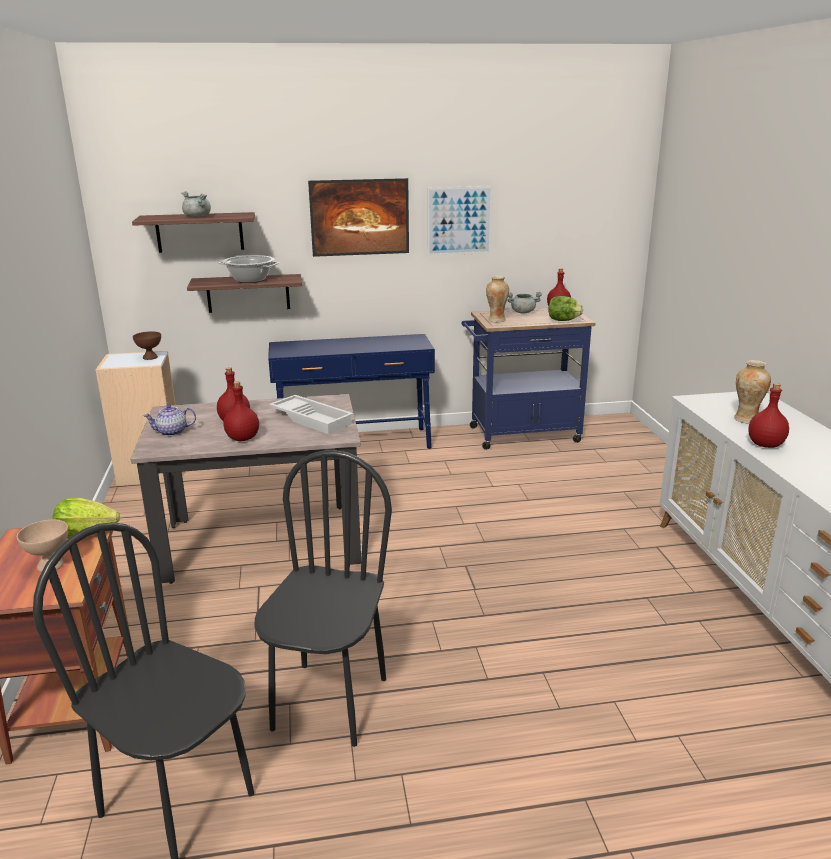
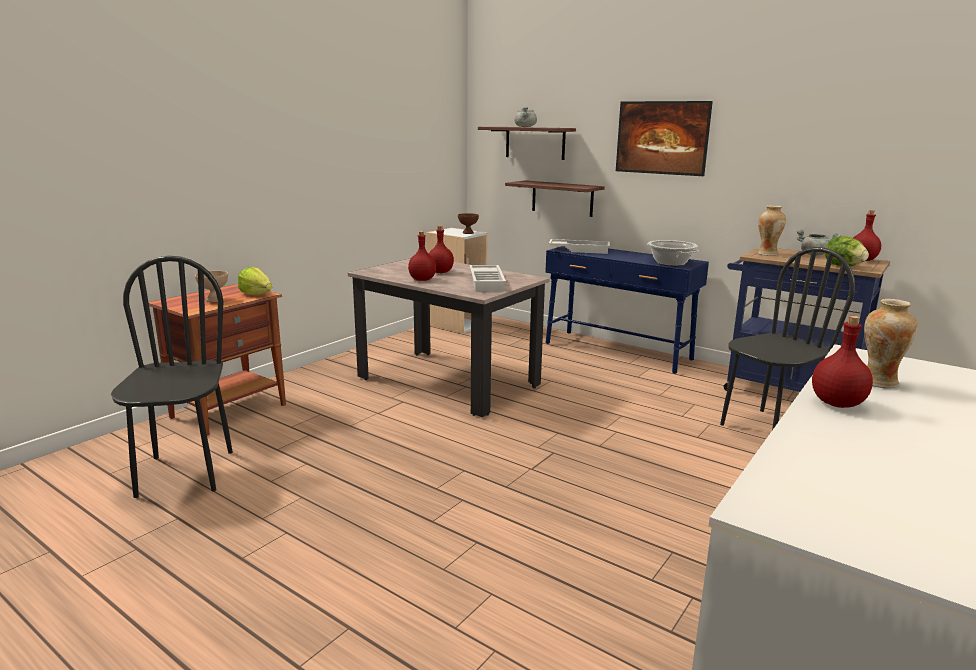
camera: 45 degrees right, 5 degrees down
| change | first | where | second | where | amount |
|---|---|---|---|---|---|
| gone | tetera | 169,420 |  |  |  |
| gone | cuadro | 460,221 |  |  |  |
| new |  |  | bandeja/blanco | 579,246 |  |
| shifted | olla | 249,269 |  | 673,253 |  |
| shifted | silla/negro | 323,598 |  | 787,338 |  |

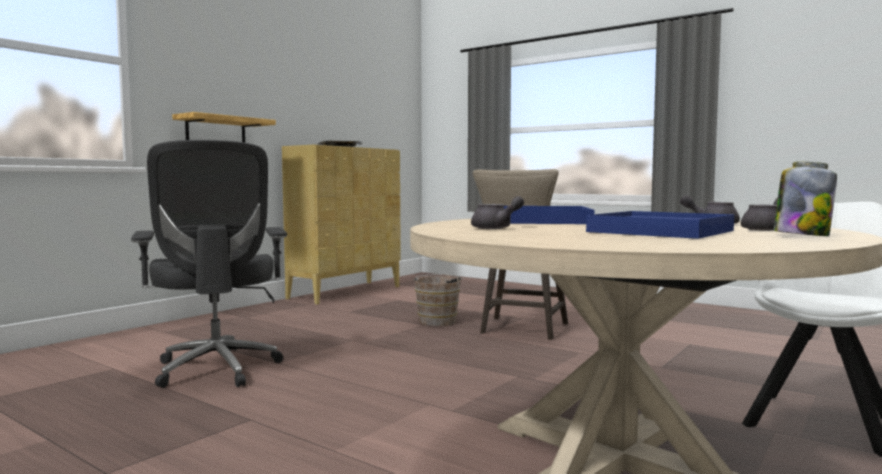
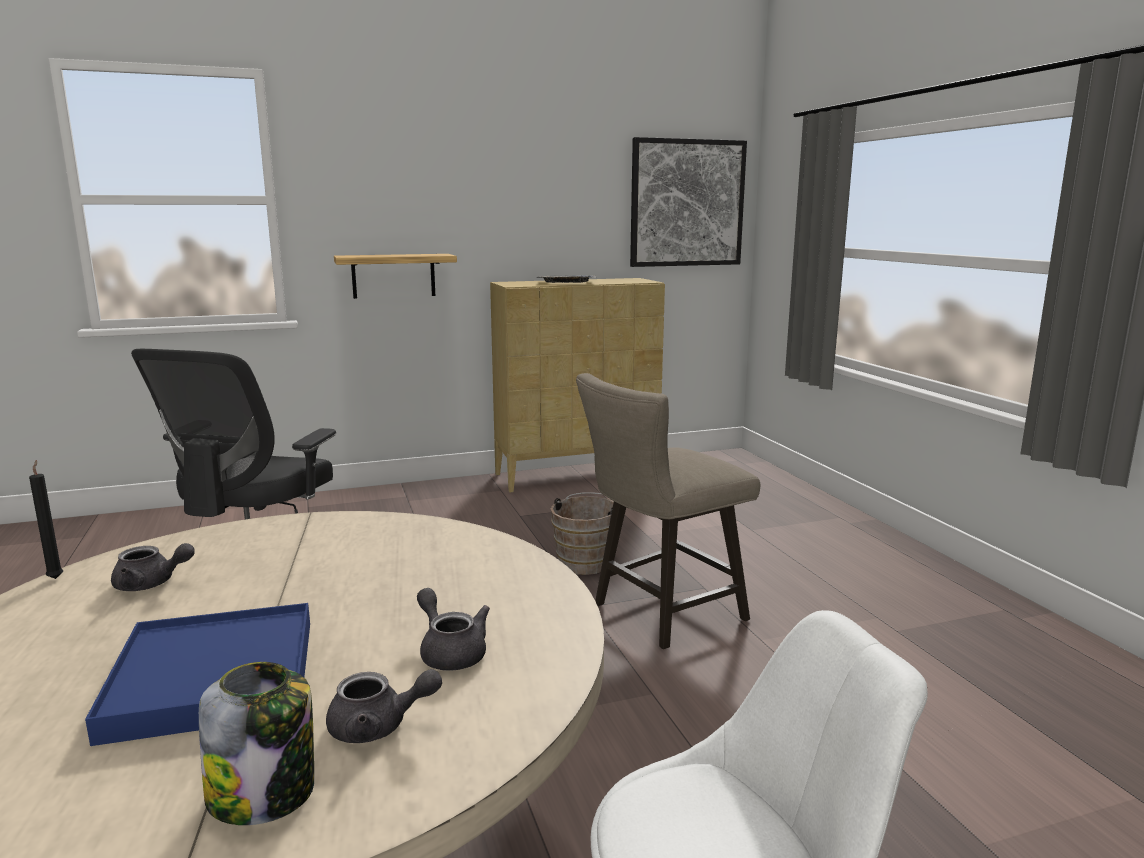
camera: 35 degrees right, 10 degrees up
| change | first | where | second | where | amount |
|---|---|---|---|---|---|
| gone | bandeja/azul | 549,215 |  |  |  |
| new |  |  | vela/negro | 46,519 |  |
| new |  |  | cuadro | 688,202 |  |

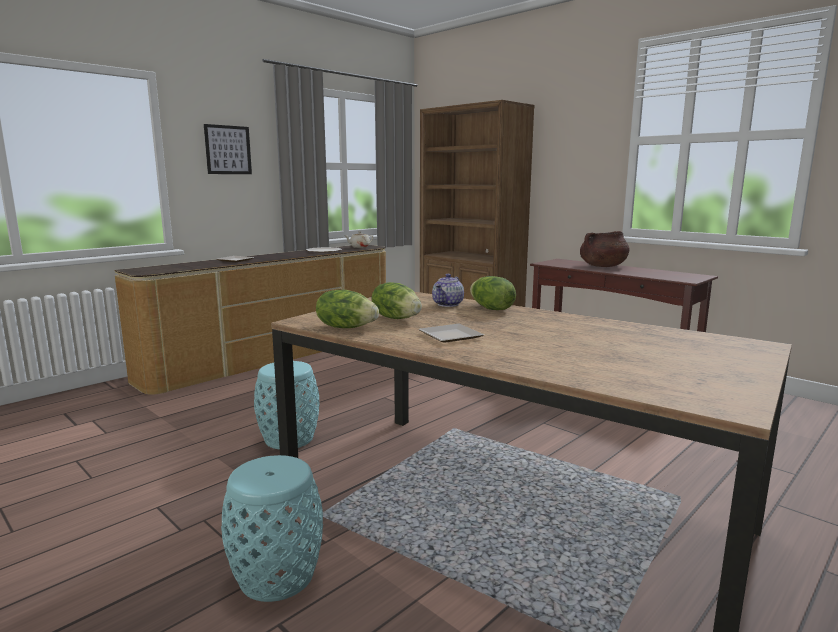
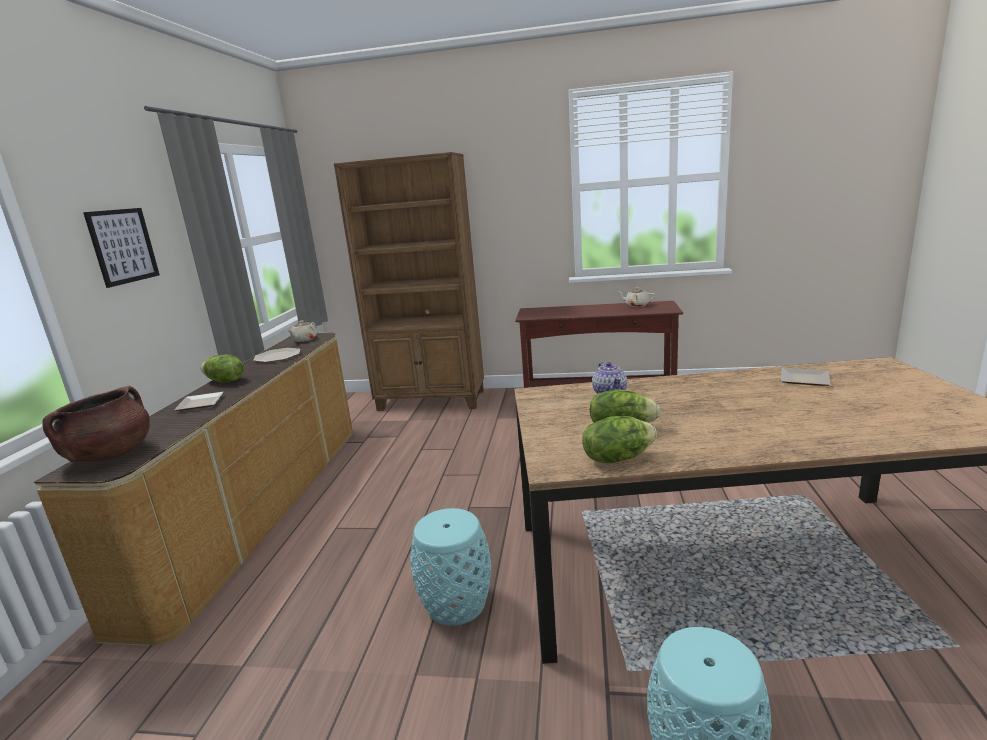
camera: 35 degrees left, 5 degrees up
| change | first | where | second | where | amount |
|---|---|---|---|---|---|
| new |  |  | tetera/beis | 636,297 |  |
| shifted | plato | 451,333 |  | 805,377 |  |
| shifted | lechuga | 493,293 |  | 222,369 |  |
| shifted | olla/marrón | 605,249 |  | 96,424 |  |

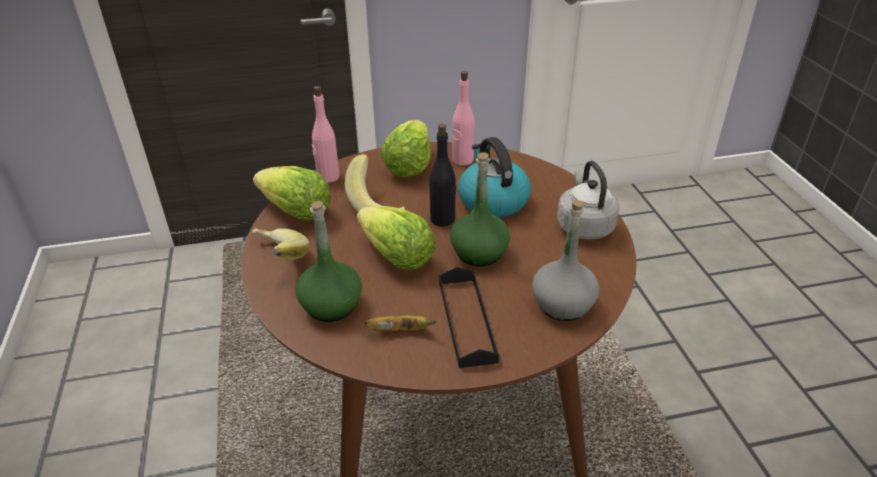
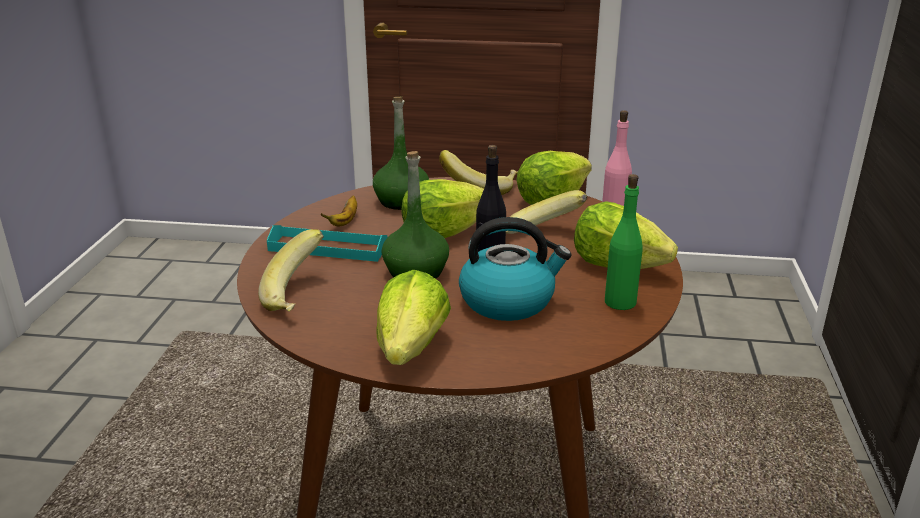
camera: 110 degrees right, 10 degrees down
| change | first | where | second | where | amount |
|---|---|---|---|---|---|
| swapped | botella/gris | 565,260 | plátano | 291,270 |  |
| swapped | hervidor/gris | 588,200 | lechuga | 413,317 |  |
| repainted | bandeja/negro | 469,317 | bandeja/turquesa | 327,243 |  |
| repainted | botella/rosa | 463,118 | botella/verde | 624,242 |  |

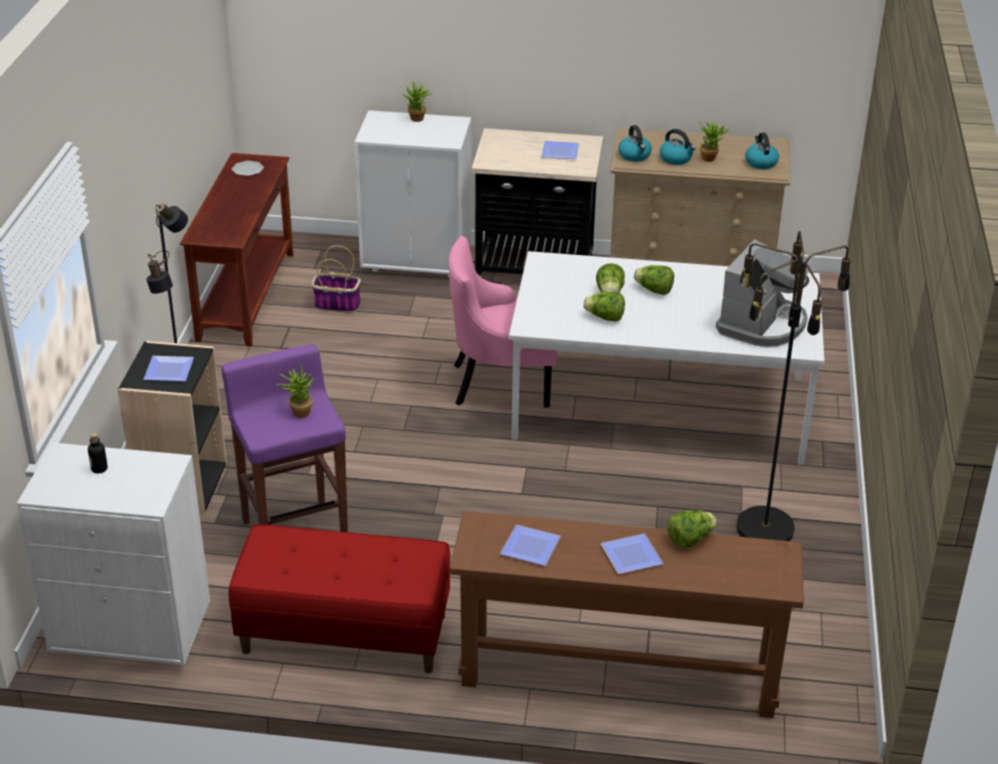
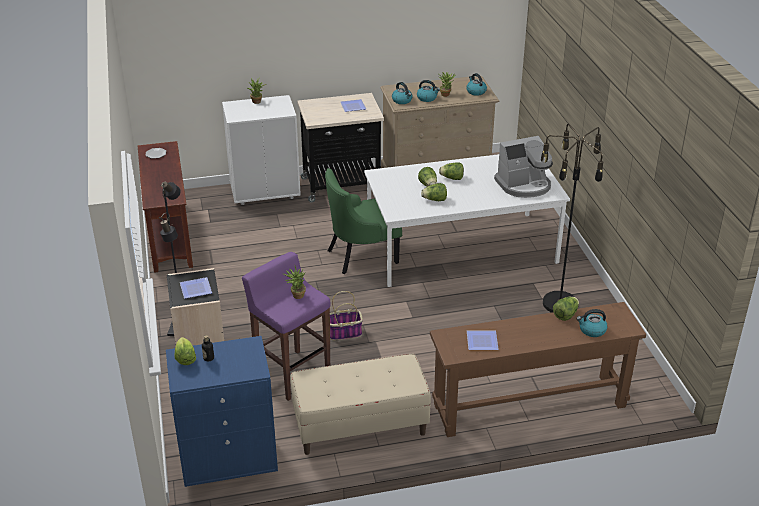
camera: 20 degrees left, 0 degrees up
| change | first | where | second | where | amount |
|---|---|---|---|---|---|
| gone | plato | 632,554 |  |  |  |
| new |  |  | lechuga | 185,351 |  |
| new |  |  | hervidor | 592,323 |  |
| shifted | cesta | 336,279 |  | 346,315 |  |
| repainted | armario/blanco | 113,554 | armario/azul | 222,411 |  |
| repainted | banco/rojo | 339,598 | banco/beis | 360,404 |  |
| repainted | silla/rosa | 503,322 | silla/verde | 363,221 |  |
| rotated | cafetera | 762,293 |  | 523,167 | 60 degrees clockwise |

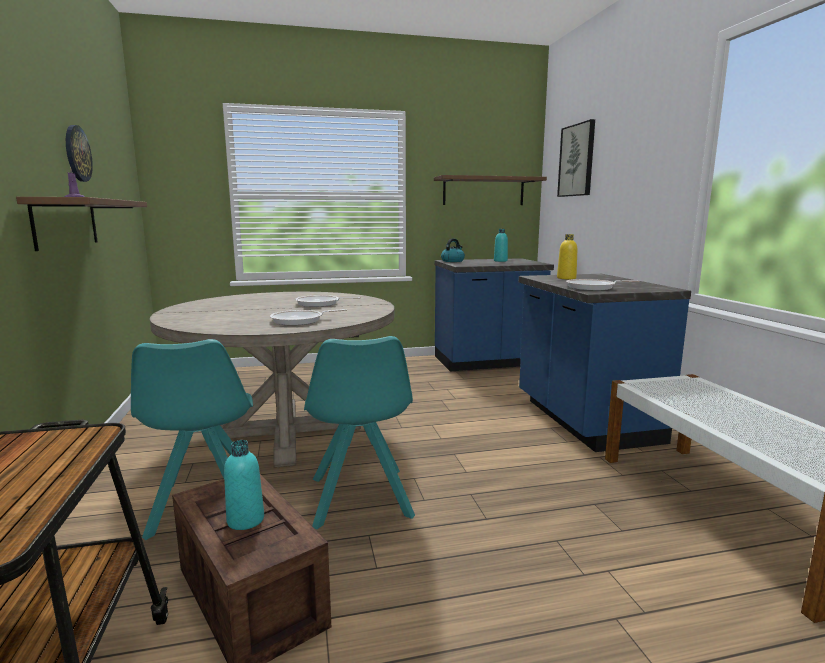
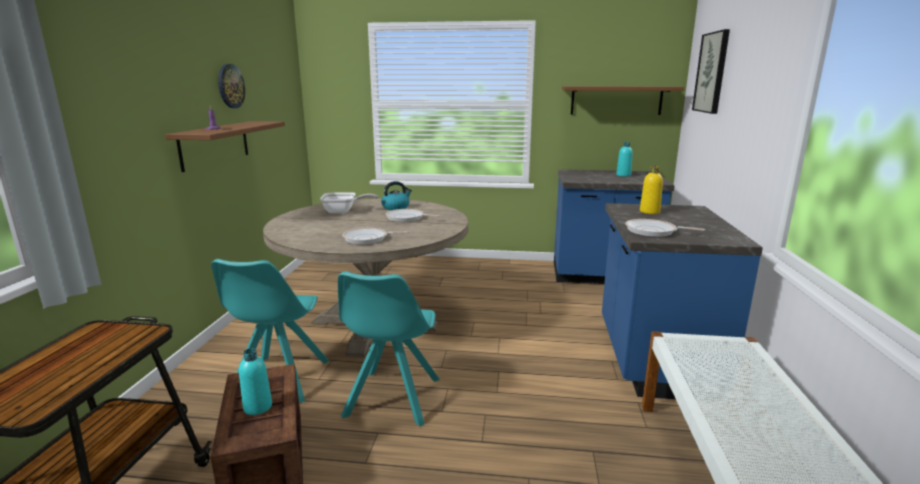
camera: 20 degrees right, 5 degrees up
| change | first | where | second | where | amount |
|---|---|---|---|---|---|
| new |  |  | sartén | 349,202 |  |
| shifted | hervidor | 453,250 |  | 396,195 |  |

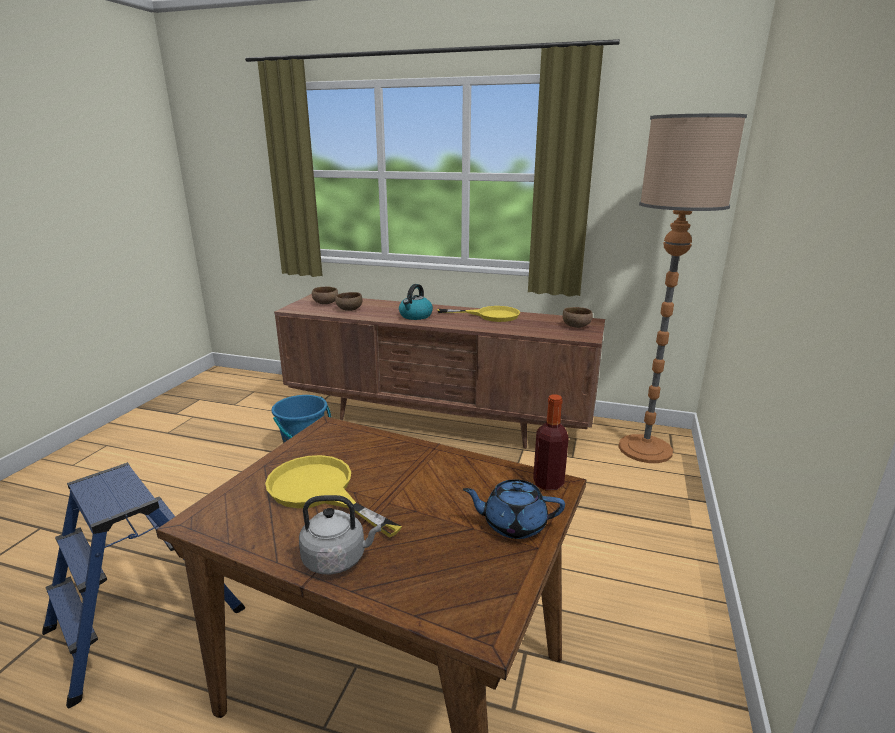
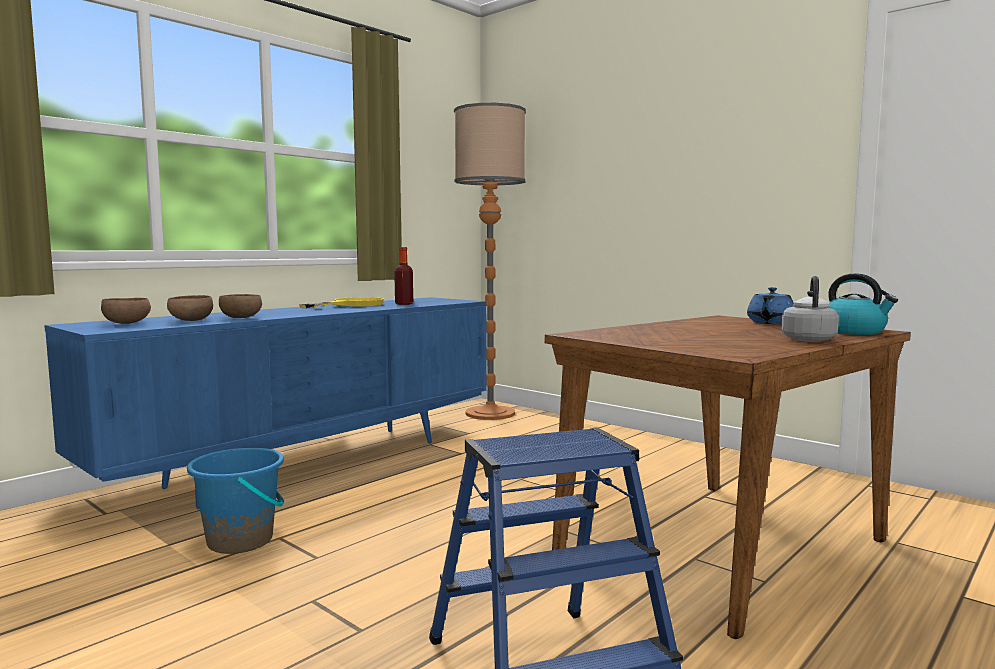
camera: 65 degrees left, 15 degrees down
| change | first | where | second | where | amount |
|---|---|---|---|---|---|
| gone | sartén/amarillo | 333,496 |  |  |  |
| shifted | hervidor | 416,302 |  | 863,304 |  |
| shifted | botella | 551,442 |  | 403,276 |  |
| shifted | cuenco/marrón | 578,317 |  | 240,306 |  |
| repainted | armario/marrón | 439,371 | armario/azul | 265,403 |  |

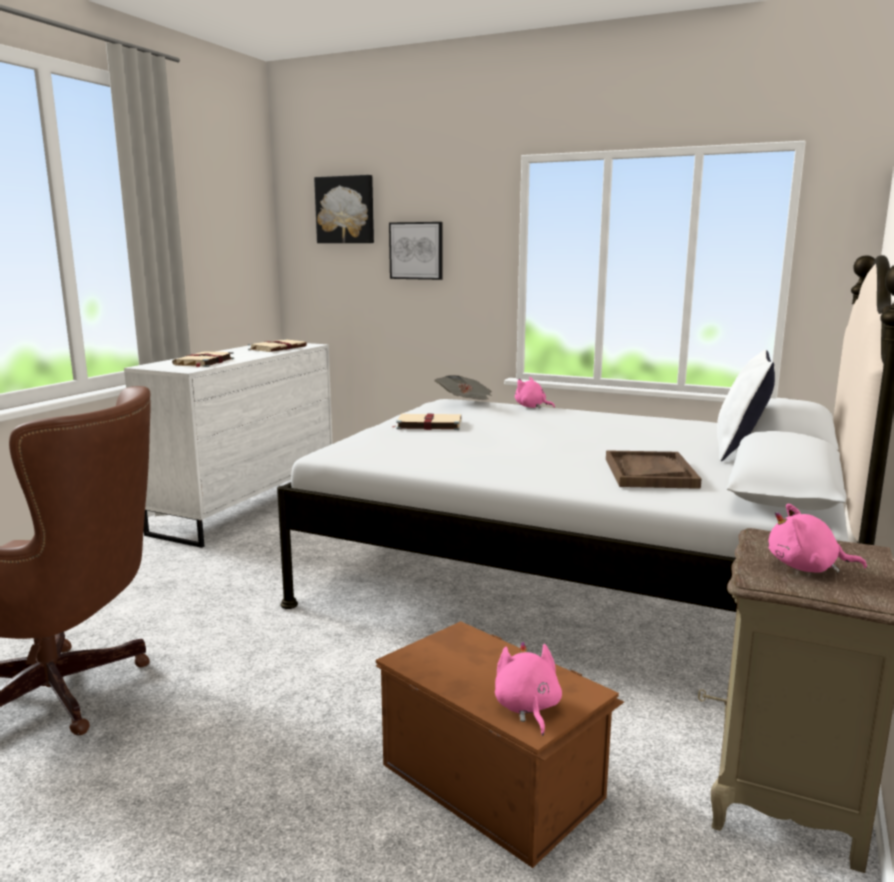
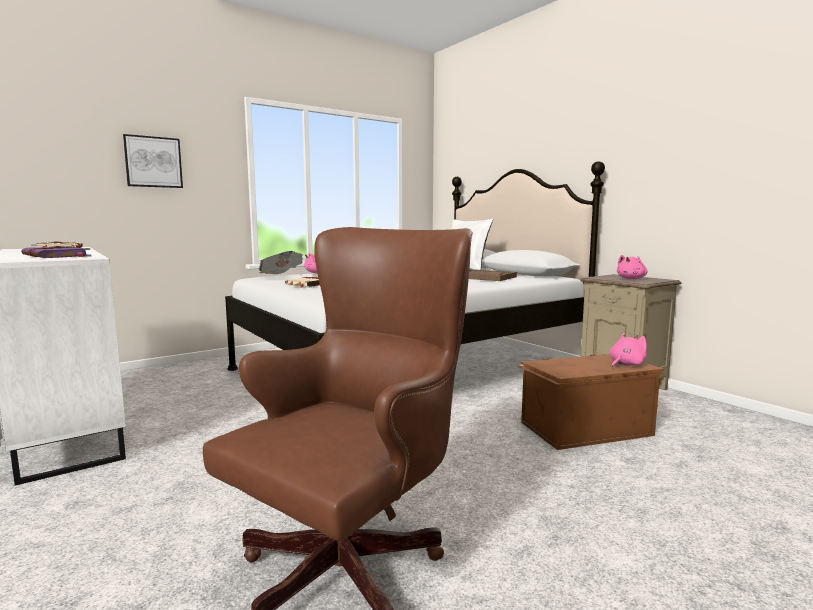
camera: 60 degrees left, 5 degrees down
| change | first | where | second | where | amount |
|---|---|---|---|---|---|
| gone | cuadro | 344,209 |  |  |  |
| repainted | libro/beis | 203,359 | libro/morado | 56,252 |  |
| rotated | peluche/rosa | 528,688 |  | 628,350 | 120 degrees clockwise |

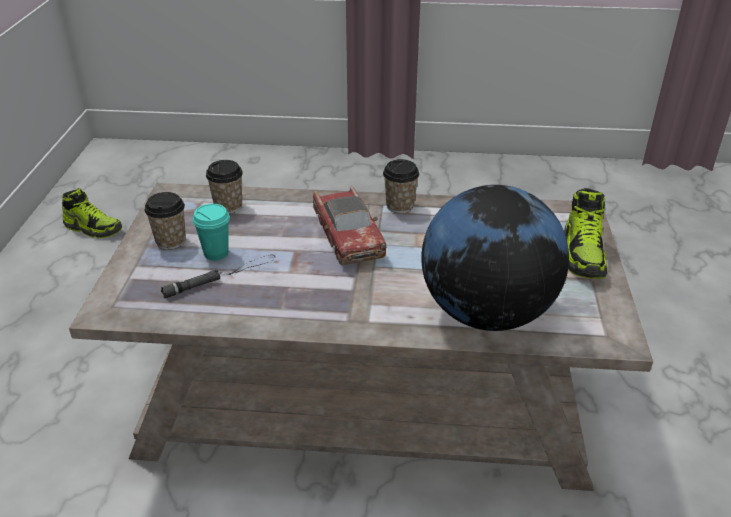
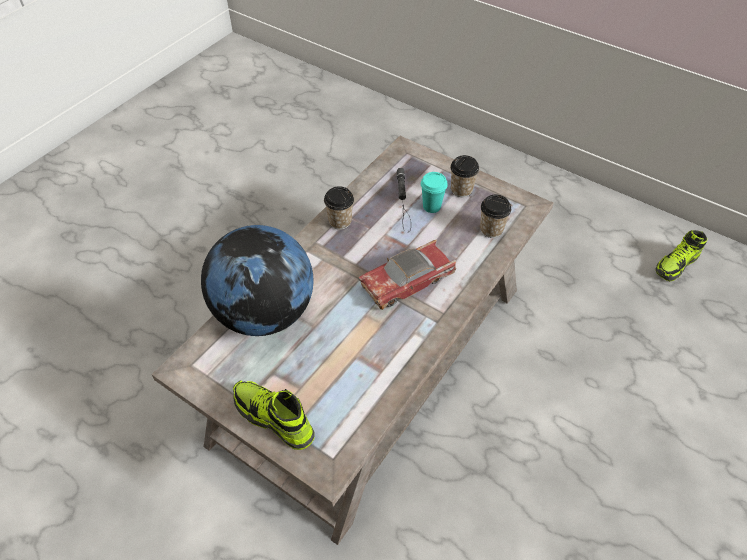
camera: 120 degrees right, 15 degrees up
| change | first | where | second | where | amount |
|---|---|---|---|---|---|
| shifted | taza | 401,186 |  | 339,208 |  |
| rotated | coche de juguete | 350,225 |  | 407,275 | 45 degrees counterclockwise |

